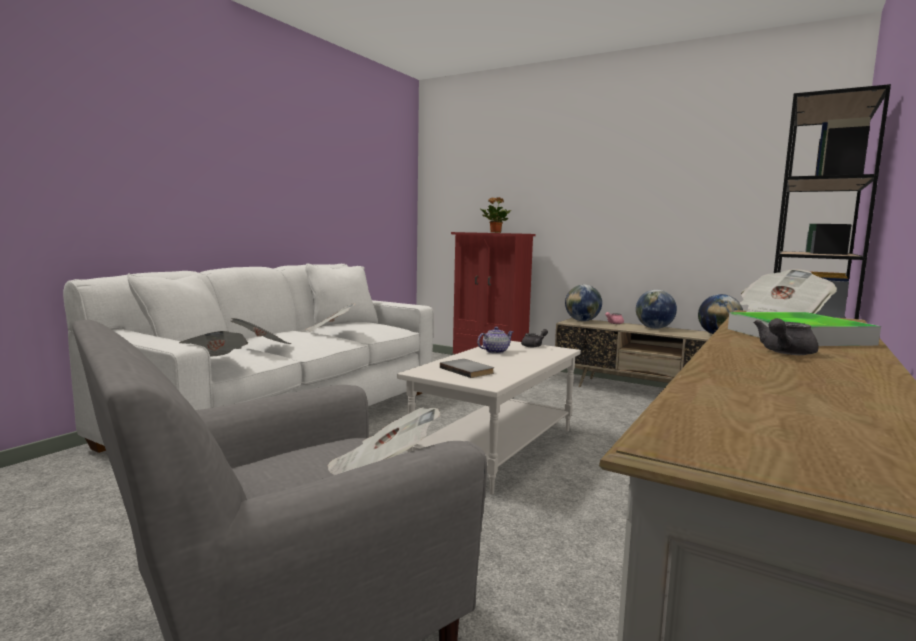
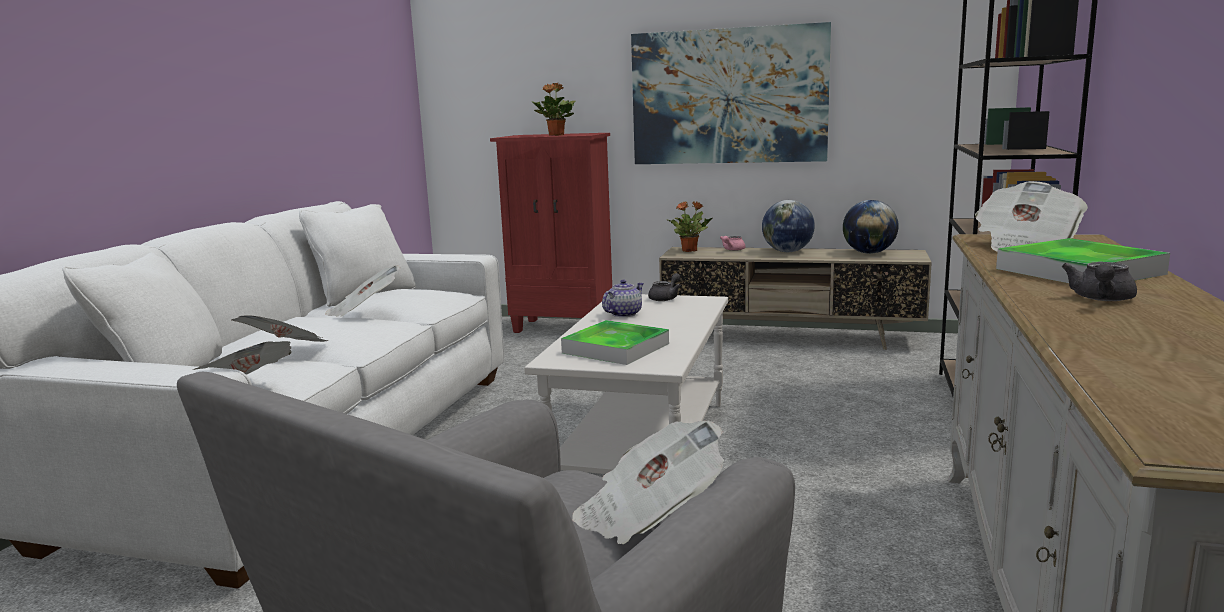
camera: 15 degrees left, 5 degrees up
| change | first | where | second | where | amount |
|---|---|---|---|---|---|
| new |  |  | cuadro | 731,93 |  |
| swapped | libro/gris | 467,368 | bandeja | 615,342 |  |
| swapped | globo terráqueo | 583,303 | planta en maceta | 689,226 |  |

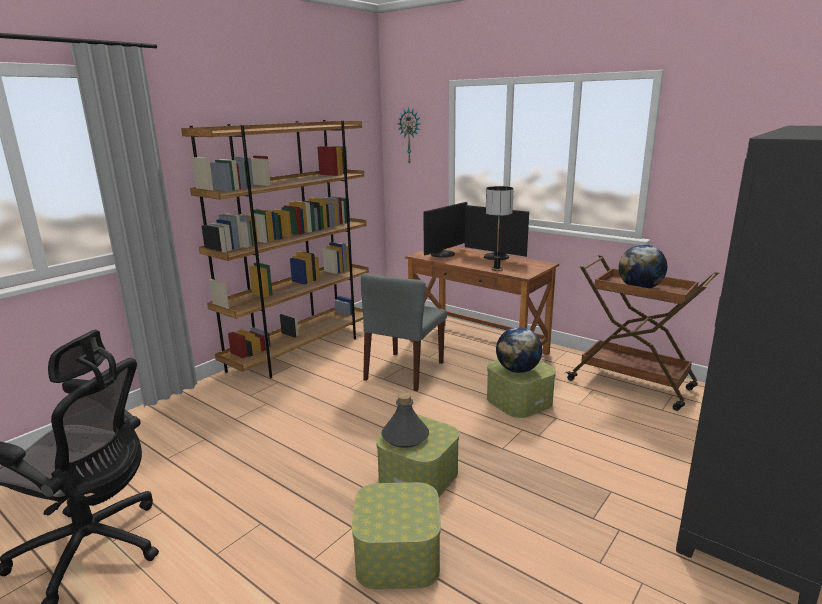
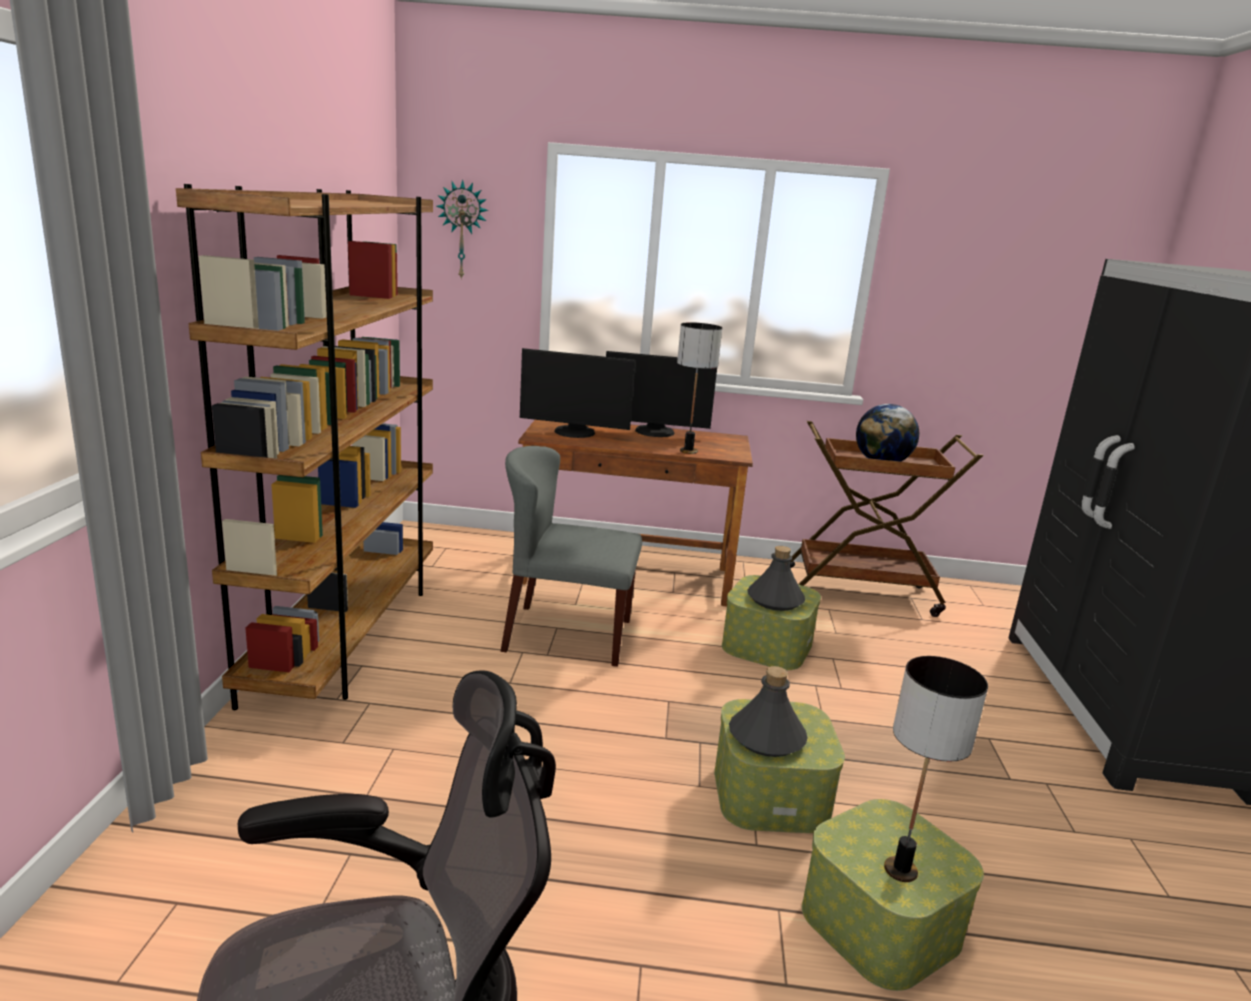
camera: 35 degrees left, 0 degrees up
| change | first | where | second | where | amount |
|---|---|---|---|---|---|
| new |  |  | lámpara de mesa | 936,769 |  |
| swapped | globo terráqueo | 519,350 | botella/gris | 776,578 |  |
| rotated | silla/gris | 404,332 |  | 571,556 | 105 degrees clockwise |
| rotated | monitor | 445,230 |  | 578,393 | 90 degrees clockwise |

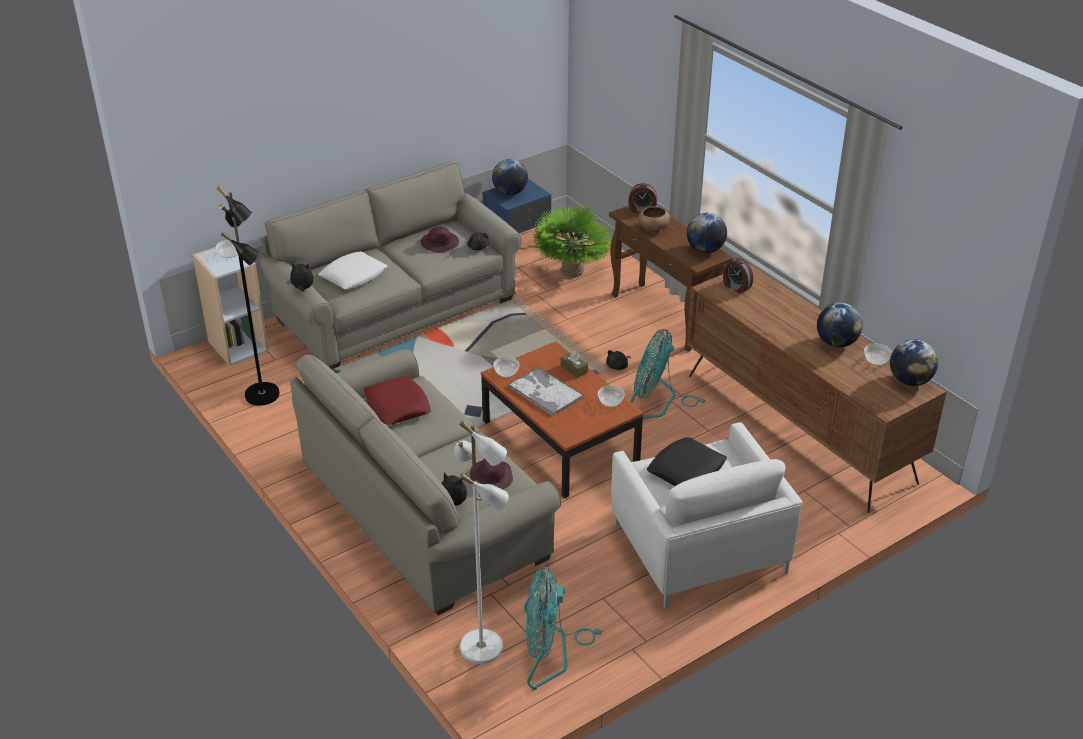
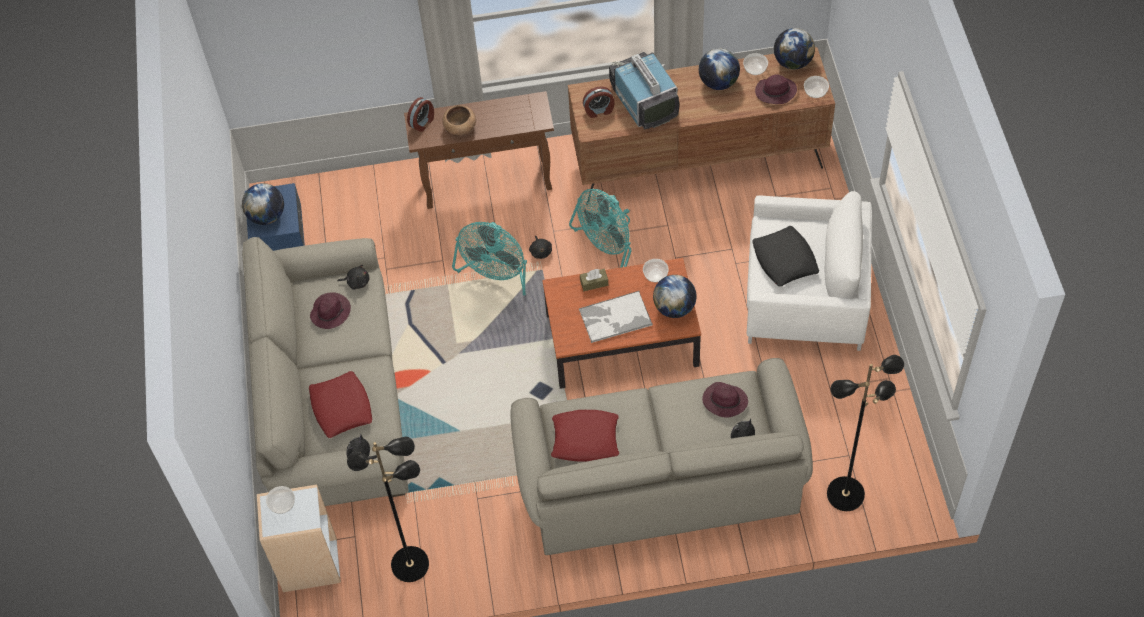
camera: 60 degrees left, 20 degrees up
| change | first | where | second | where | amount |
|---|---|---|---|---|---|
| gone | planta en maceta | 571,241 |  |  |  |
| new |  |  | televisor | 644,90 |  |
| new |  |  | sombrero/morado | 776,89 |  |
| shifted | cuenco | 506,367 |  | 816,87 |  |
| shifted | ventilador/turquesa | 563,629 |  | 489,258 |  |
| shifted | globo terráqueo | 707,233 |  | 675,296 |  |
| repainted | cojín/blanco | 352,270 | cojín/rojo | 340,404 |  |
| repainted | lámpara de pie/blanco | 481,542 | lámpara de pie/negro | 865,433 |  |

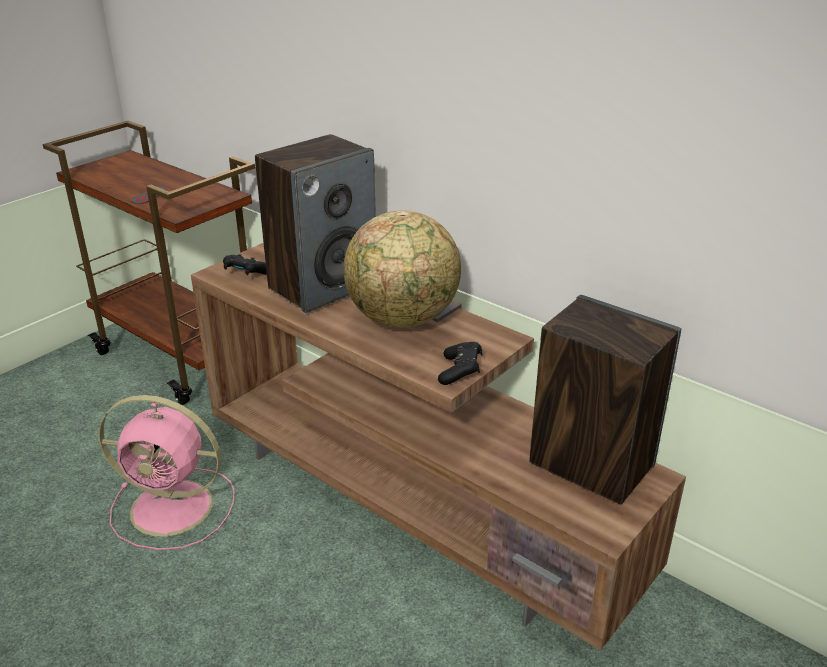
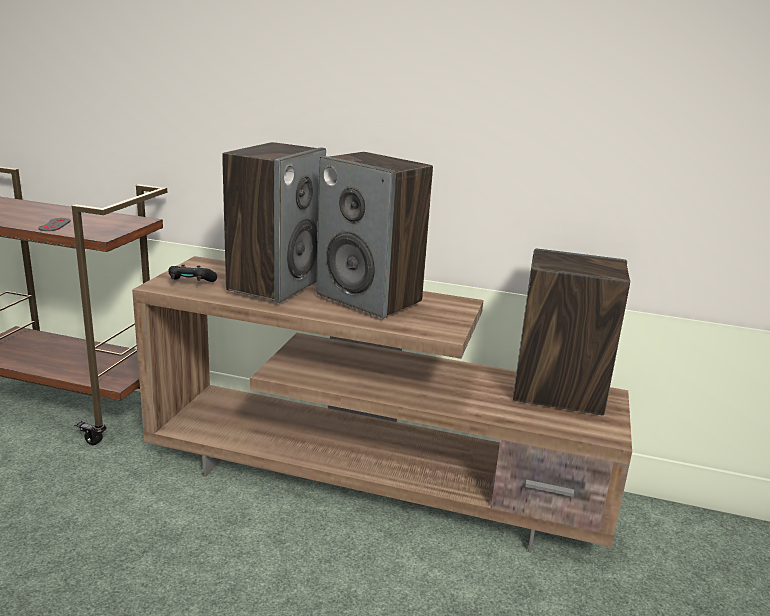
camera: 25 degrees left, 10 degrees down
| change | first | where | second | where | amount |
|---|---|---|---|---|---|
| gone | ventilador/rosa | 167,472 |  |  |  |
| gone | mando de consola/negro | 460,363 |  |  |  |
| swapped | globo terráqueo | 402,269 | altavoz | 374,235 |  |

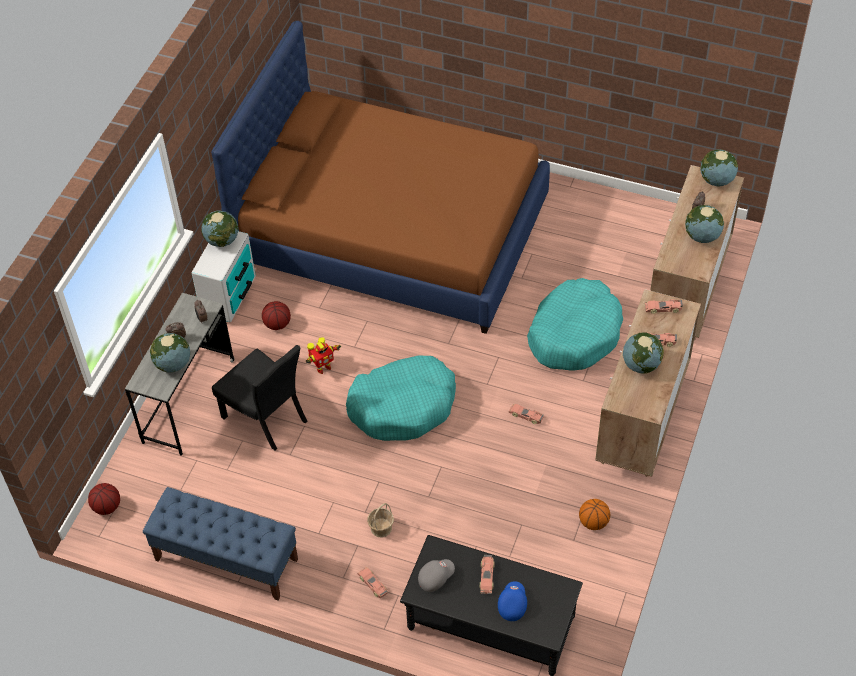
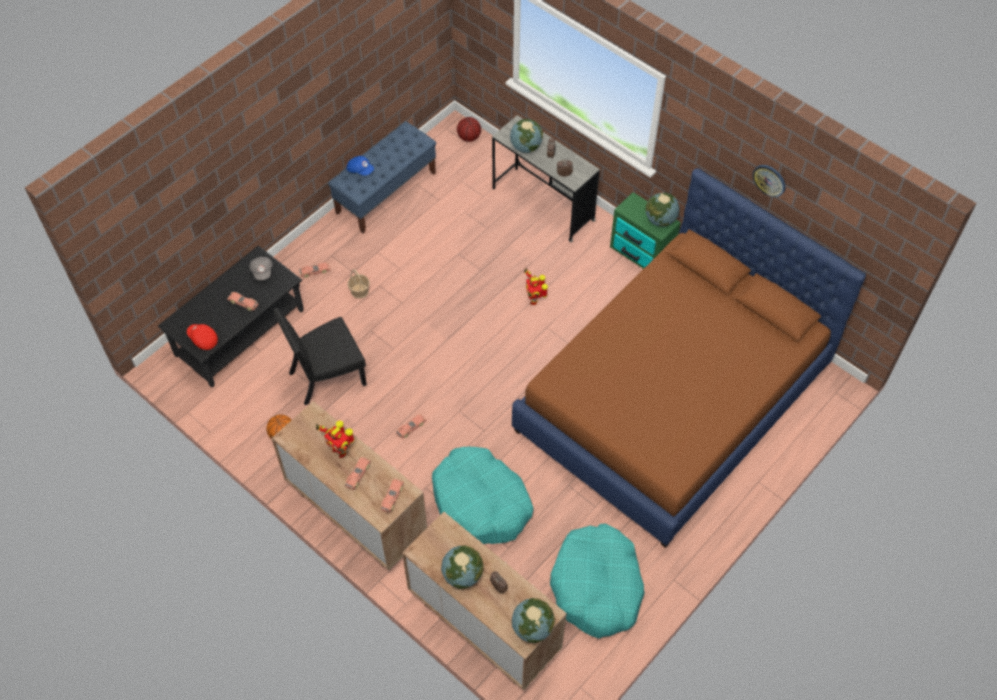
camera: 110 degrees right, 5 degrees up
| change | first | where | second | where | amount |
|---|---|---|---|---|---|
| gone | balón de baloncesto | 276,315 |  |  |  |
| new |  |  | gorra/rojo | 202,337 |  |
| new |  |  | reloj de pared | 768,181 |  |
| shifted | silla/negro | 260,398 |  | 320,356 |  |
| shifted | cama para perro/turquesa | 401,398 |  | 597,581 |  |
| shifted | gorra/azul | 512,601 |  | 360,166 |  |
| swapped | globo terráqueo | 643,353 | robot de juguete | 335,439 |  |
| repainted | mesita de noche/blanco | 224,276 | mesita de noche/verde | 645,230 |  |

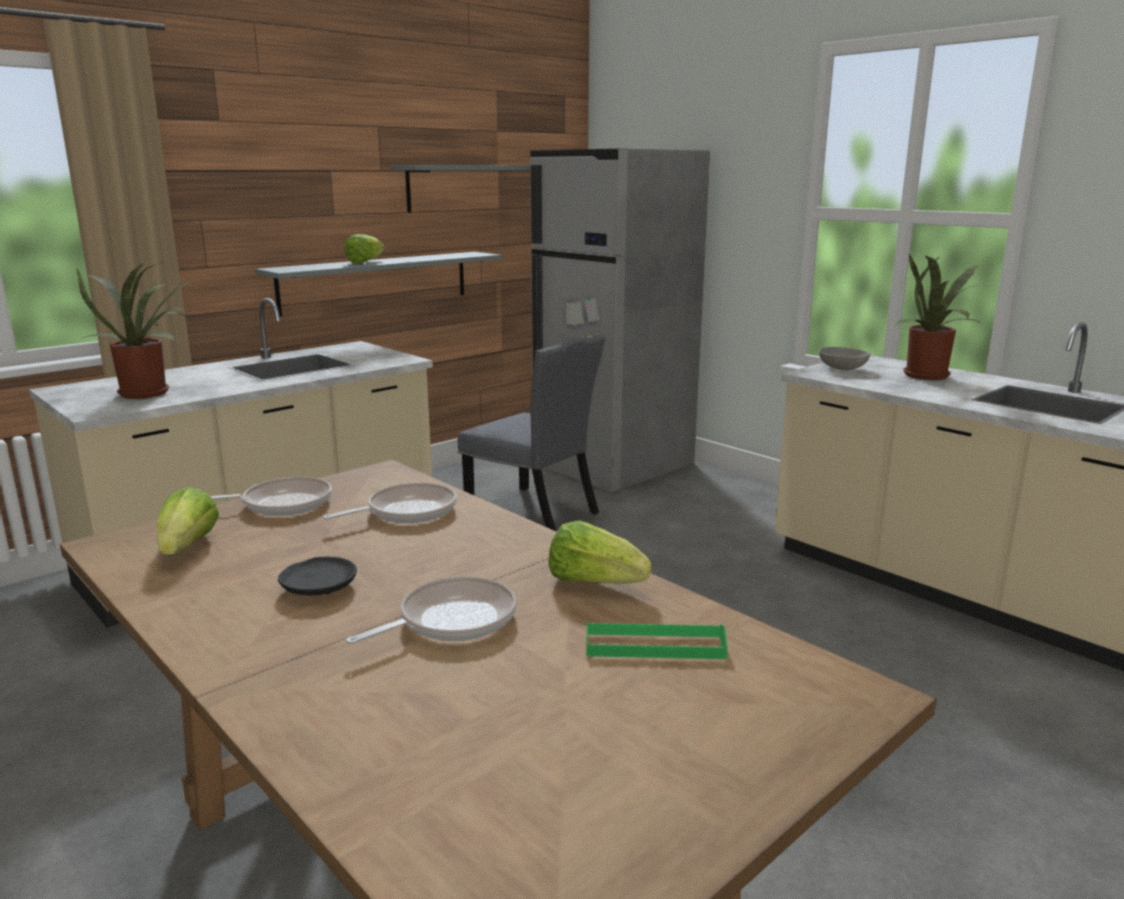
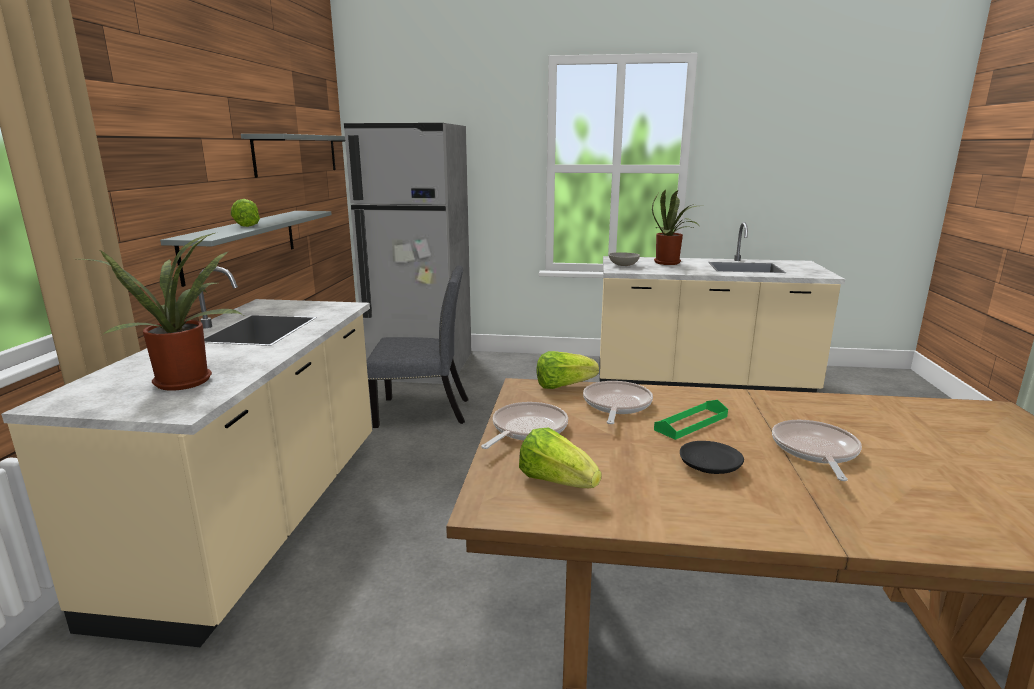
camera: 40 degrees left, 0 degrees up
| change | first | where | second | where | amount |
|---|---|---|---|---|---|
| shifted | lechuga | 600,552 |  | 568,370 |  |
| shifted | bandeja/verde | 657,640 |  | 691,420 |  |

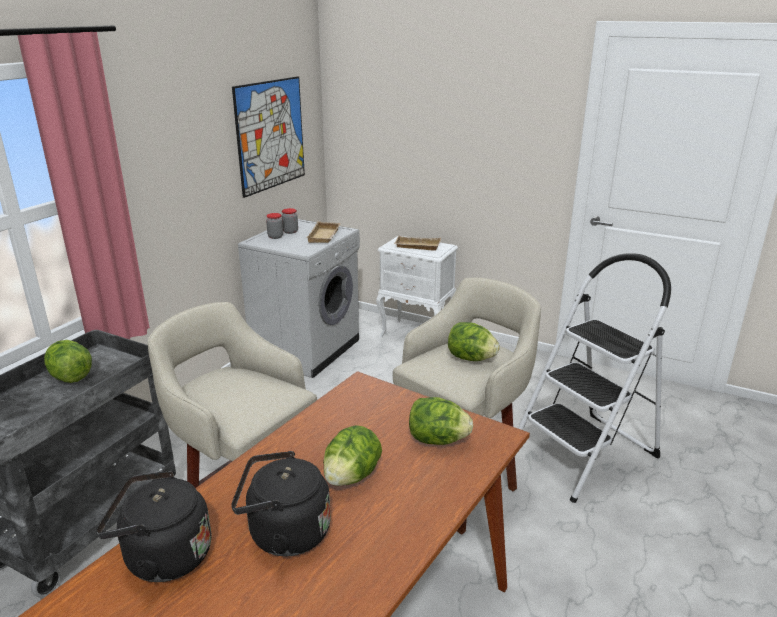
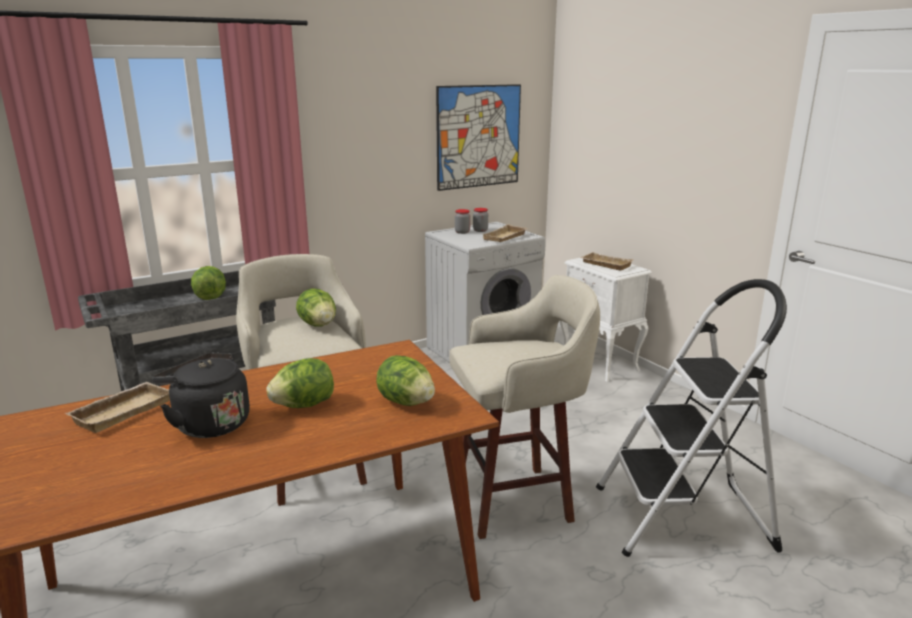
camera: 30 degrees right, 5 degrees down
| change | first | where | second | where | amount |
|---|---|---|---|---|---|
| shifted | lechuga | 474,341 |  | 316,307 |  |
| swapped | hervidor/negro | 153,526 | bandeja/beis | 118,407 |  |

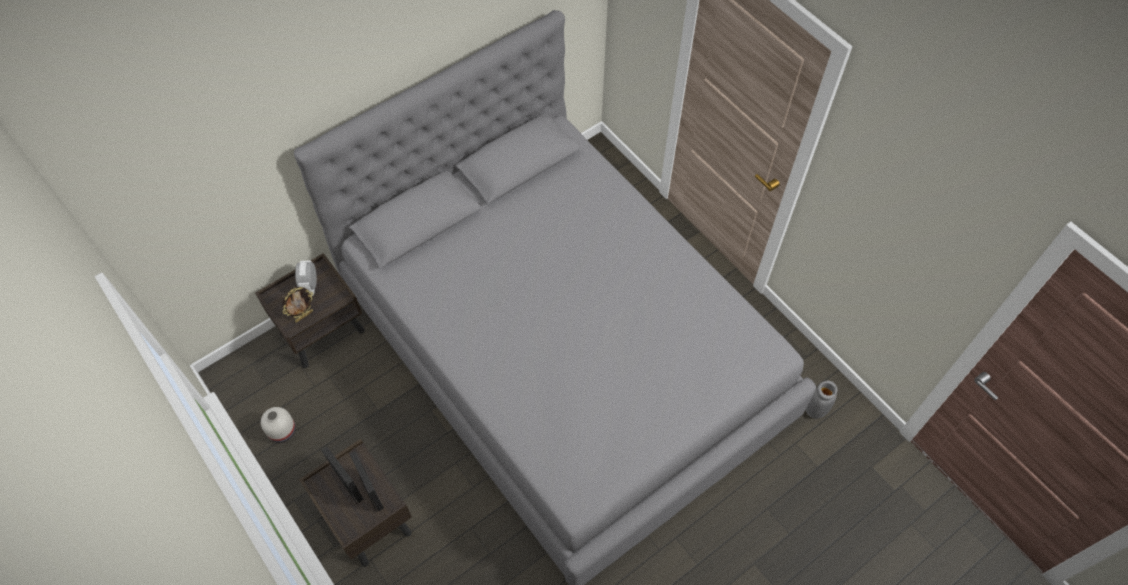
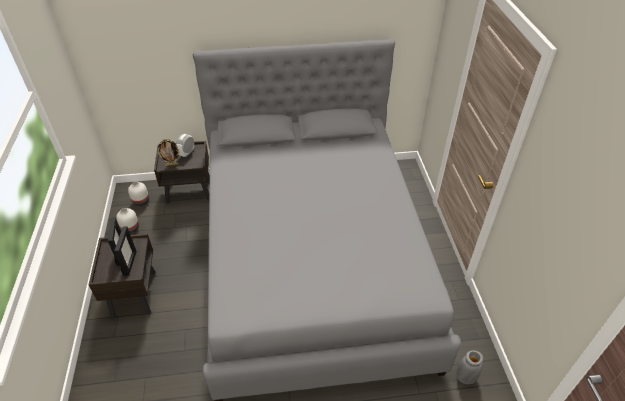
camera: 30 degrees right, 15 degrees down
| change | first | where | second | where | amount |
|---|---|---|---|---|---|
| new |  |  | florero/blanco | 138,194 |  |

